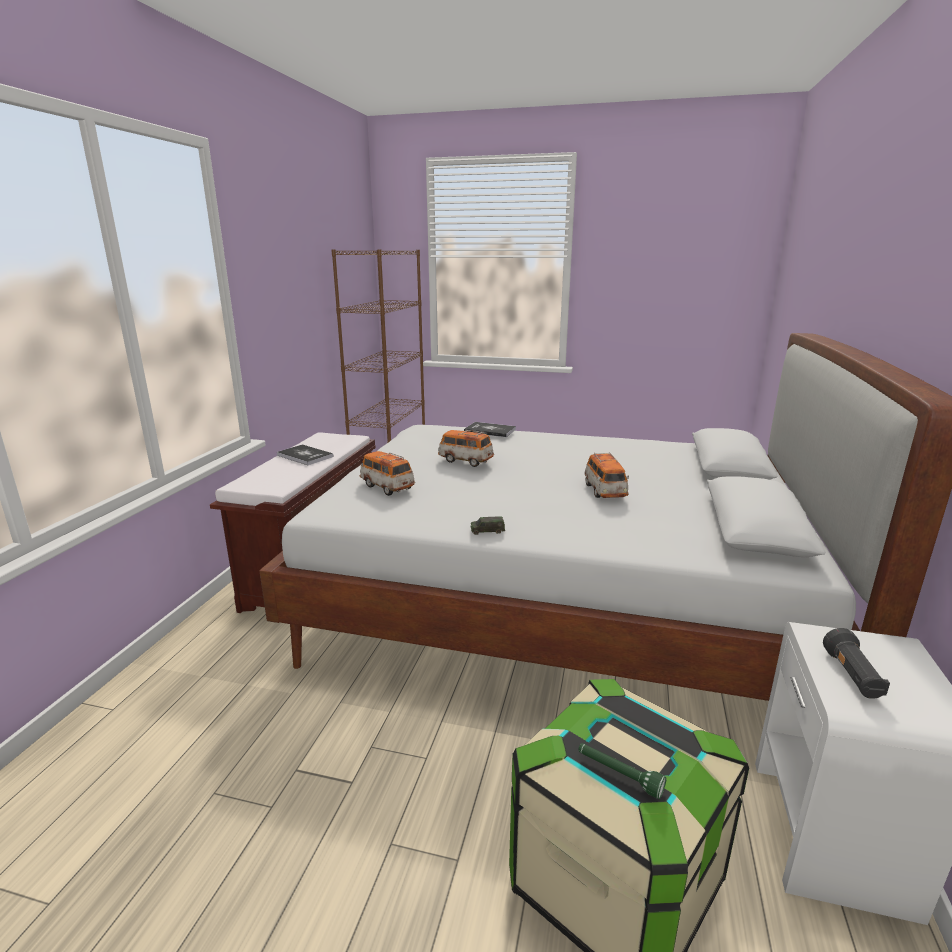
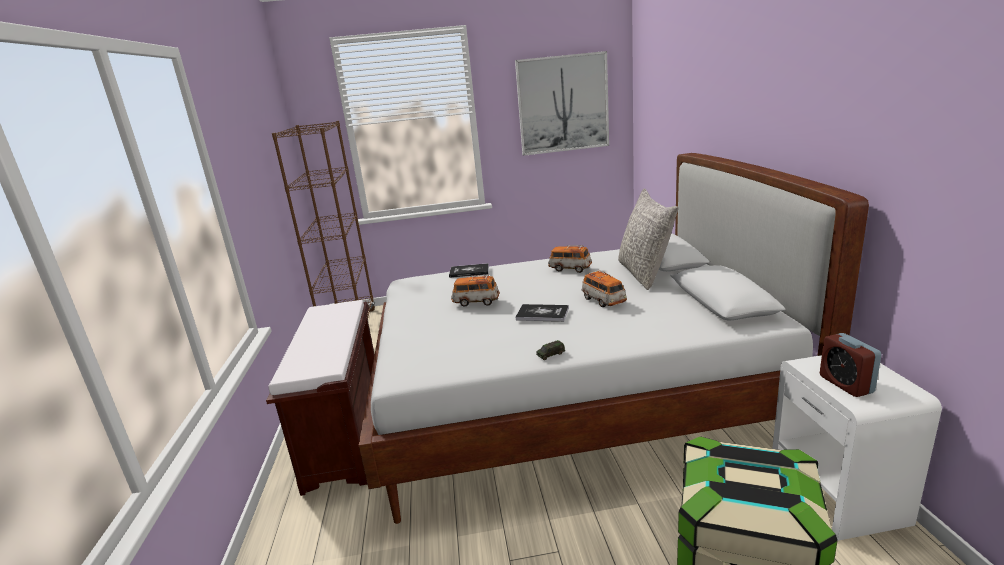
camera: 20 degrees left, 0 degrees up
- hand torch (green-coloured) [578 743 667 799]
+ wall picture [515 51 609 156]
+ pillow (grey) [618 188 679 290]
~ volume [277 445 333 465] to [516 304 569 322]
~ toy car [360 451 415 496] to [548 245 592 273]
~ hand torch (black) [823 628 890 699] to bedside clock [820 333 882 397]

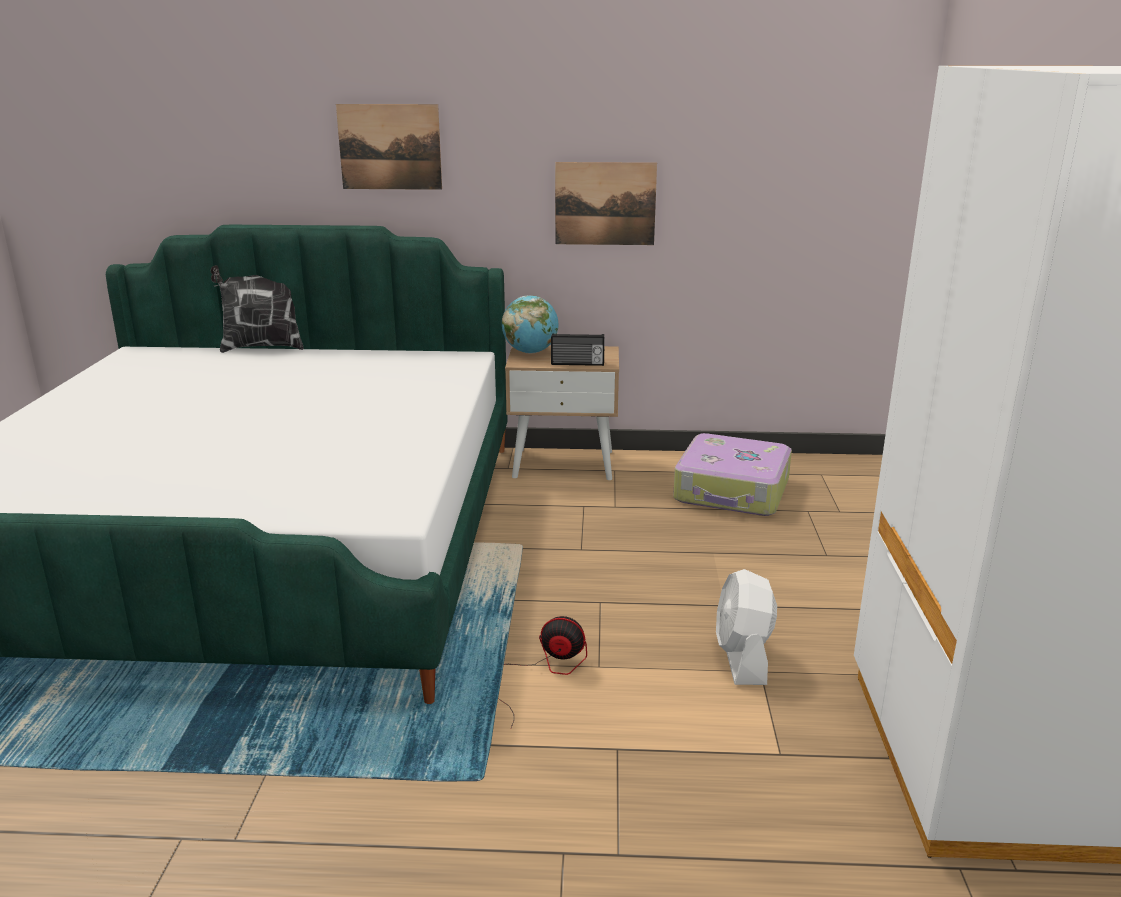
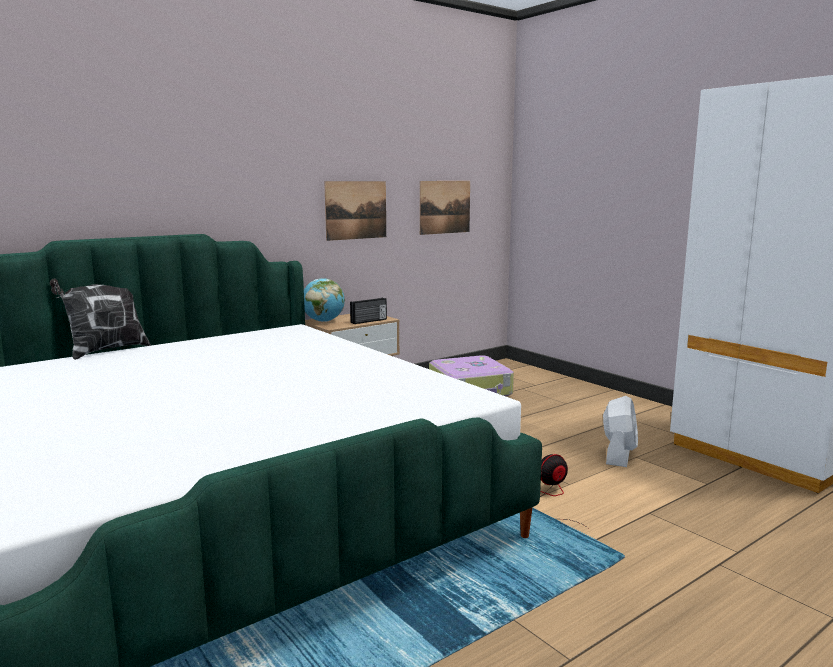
camera: 40 degrees left, 10 degrees down
~ wall picture [336 104 442 190] to [420 181 470 235]
~ electric fan (white-coloured) [716 569 777 685] = [603 396 638 467] 120 degrees counterclockwise

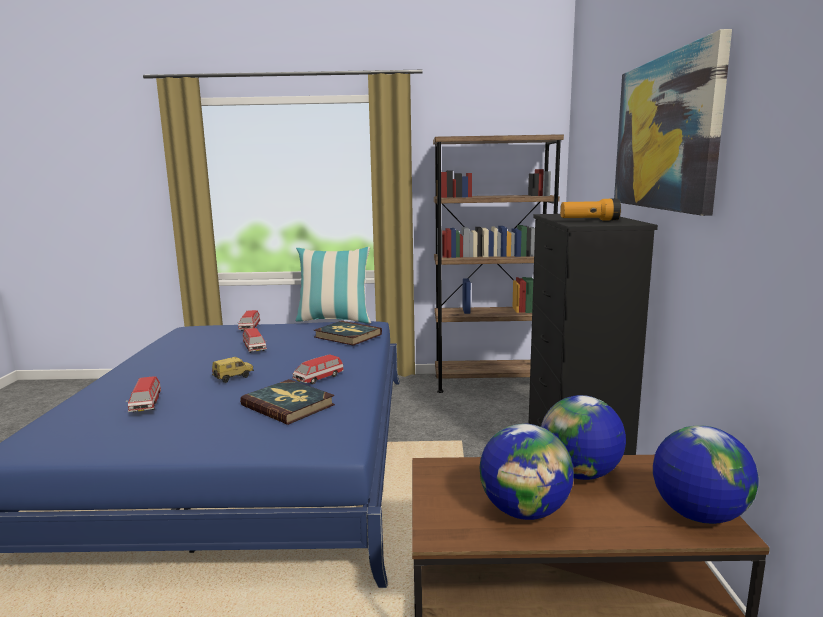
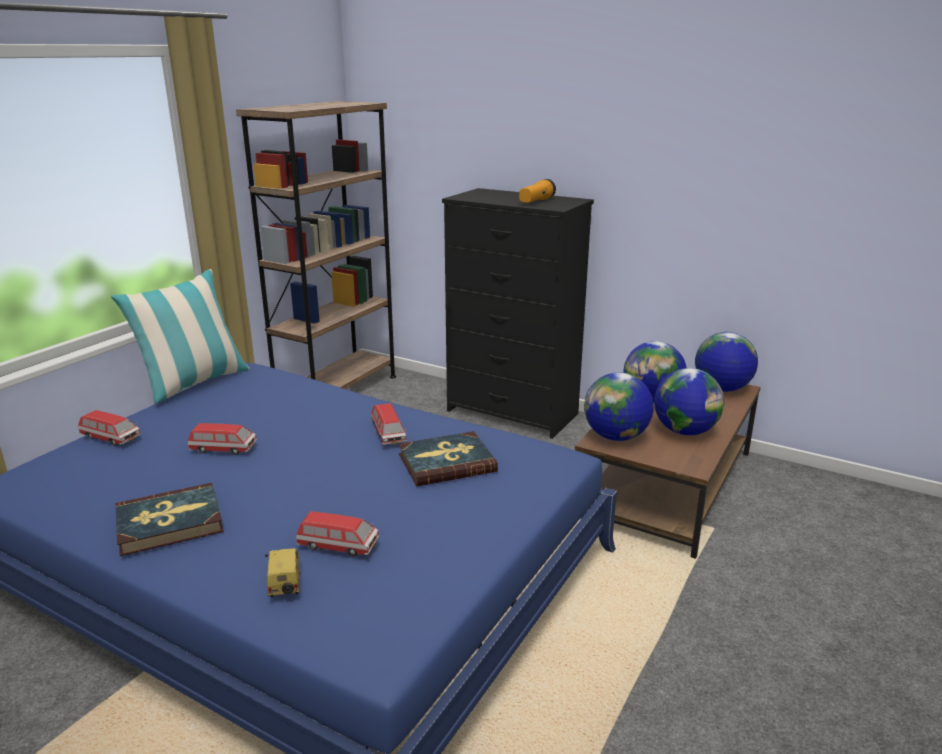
camera: 60 degrees left, 10 degrees up
- wall picture [614 29 732 216]
+ desk globe [584 372 654 441]
~ toy car [212 357 254 383] to [265 548 300 597]
~ volume [314 321 382 346] to [115 483 224 556]

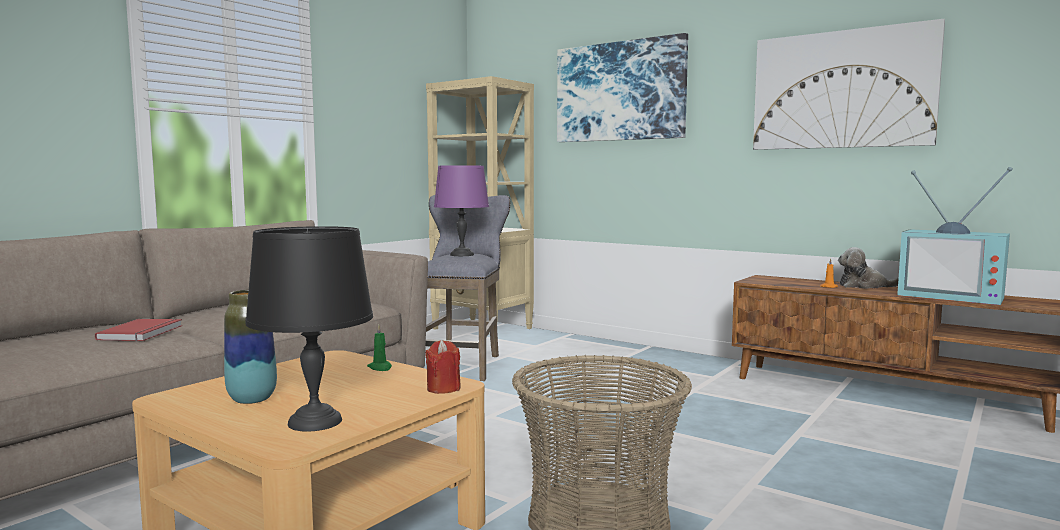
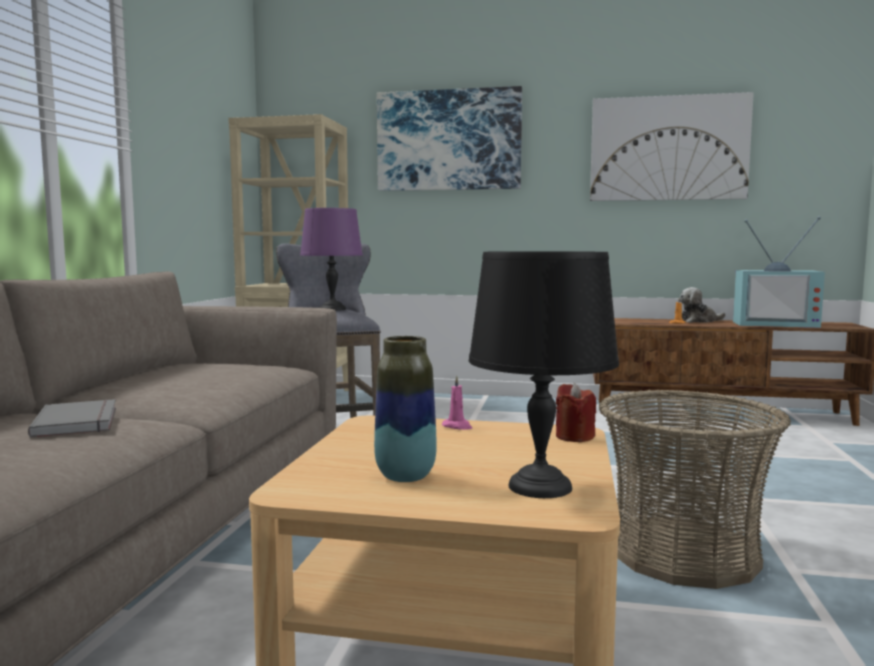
camera: 25 degrees left, 0 degrees up
~ volume (reddish) [95 319 182 341] to volume (grey) [28 399 116 437]
~ candle (green-coloured) [367 325 392 371] to candle (pink-coloured) [442 376 472 430]

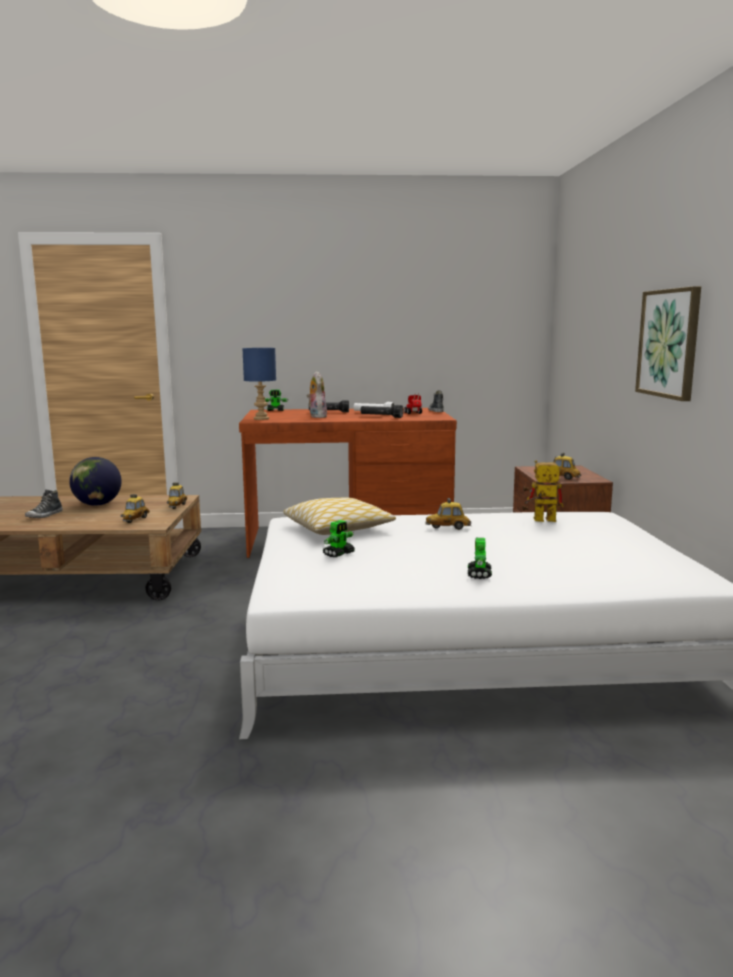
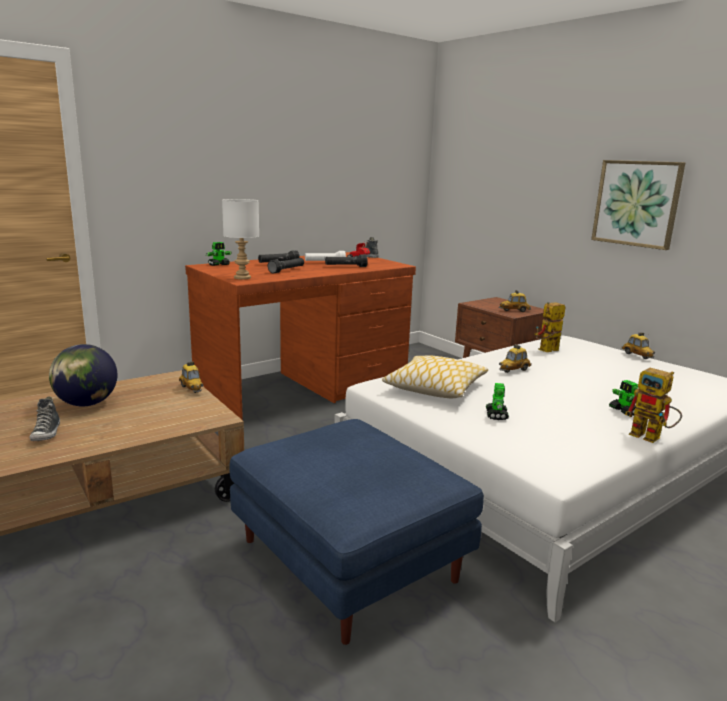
camera: 35 degrees left, 5 degrees up
+ pouffe (bluish) [229 419 484 645]
+ toy robot [625 368 682 443]
~ toy car [121 494 150 523] to [622 332 655 359]
~ cuddly toy [307 372 327 418] to hand torch (black) [268 258 304 274]
~ table lamp (bluish) [242 348 276 420] to table lamp (white-coloured) [222 199 259 280]

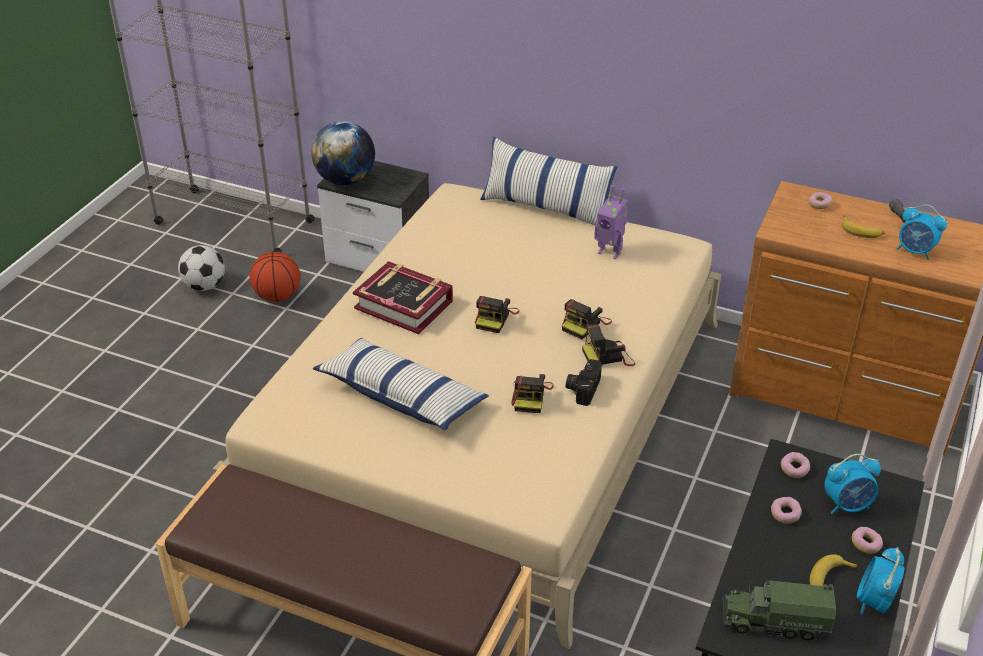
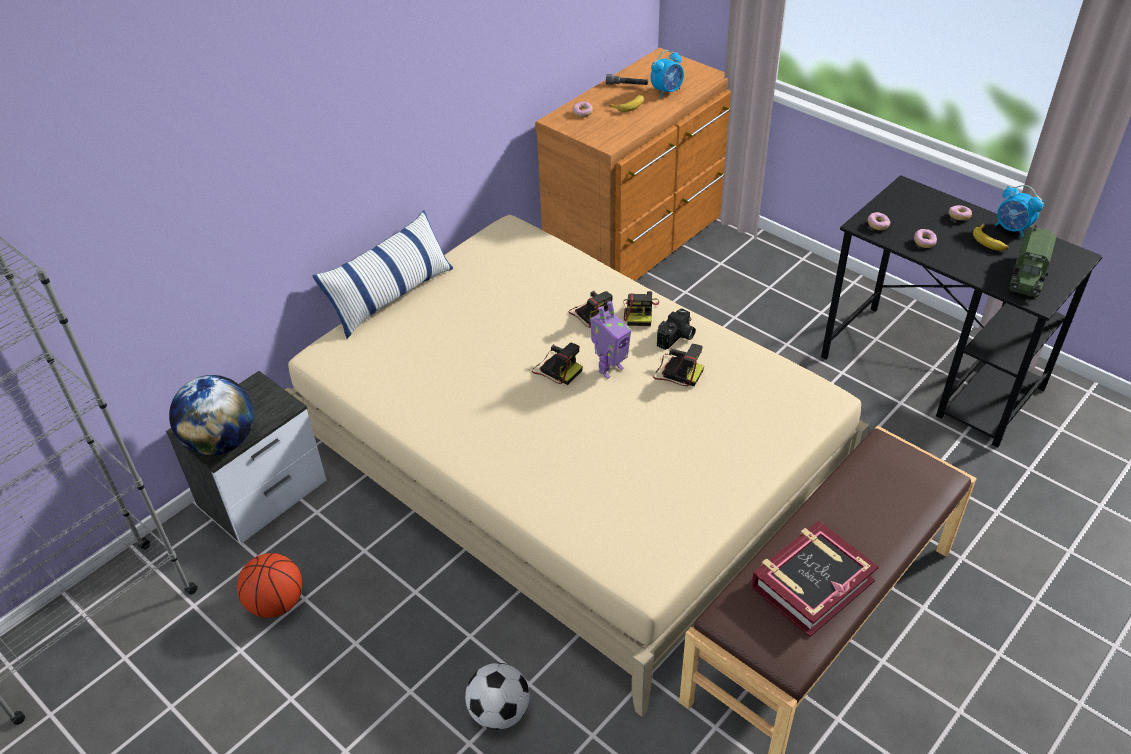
camera: 70 degrees left, 5 degrees up
- pillow [313 338 489 430]
- bedside clock [824 454 881 514]
~ ball for football [178 245 225 291] to [465 663 530 730]
~ volume [353 261 453 334] to [751 521 879 637]
~ toy robot [594 185 628 259] to [591 301 631 379]
~ still camera [566 359 602 406] = [657 308 696 350] 90 degrees counterclockwise

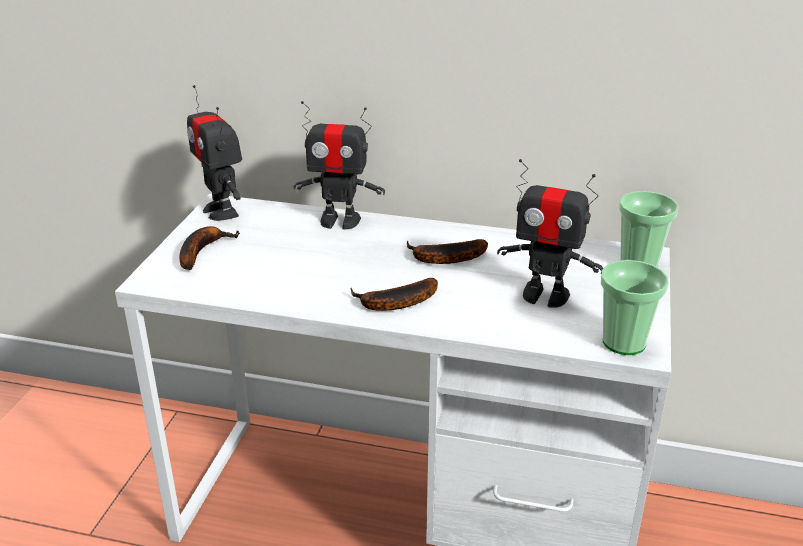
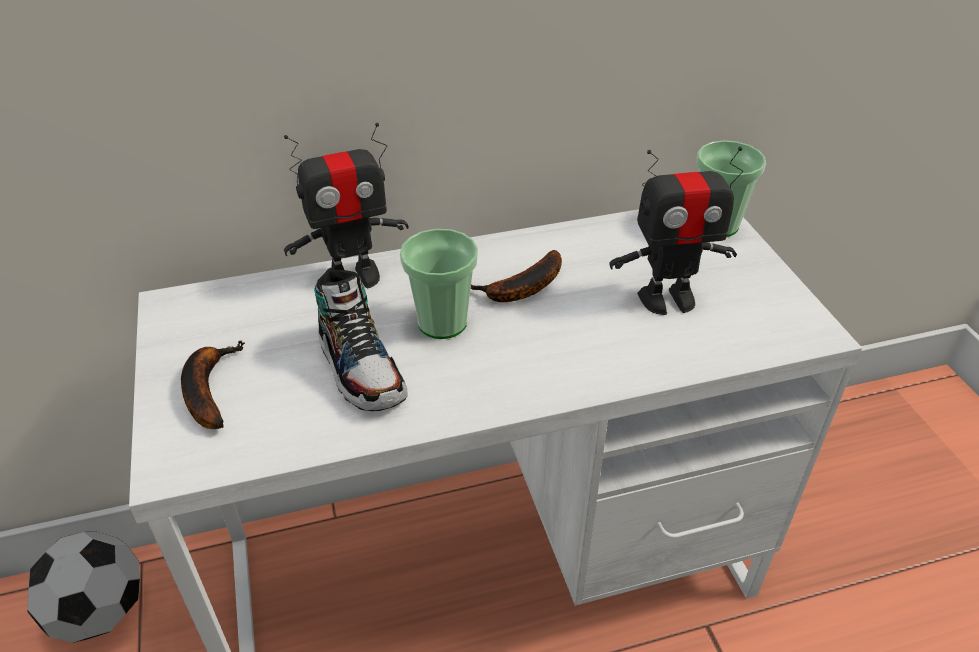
camera: 30 degrees left, 10 degrees up
- toy robot [187 85 242 221]
- banana fruit [351 278 438 311]
+ ball for football [27 531 140 643]
+ low shoe [314 270 408 411]
~ cup [601 260 669 355] to [400 229 478 339]

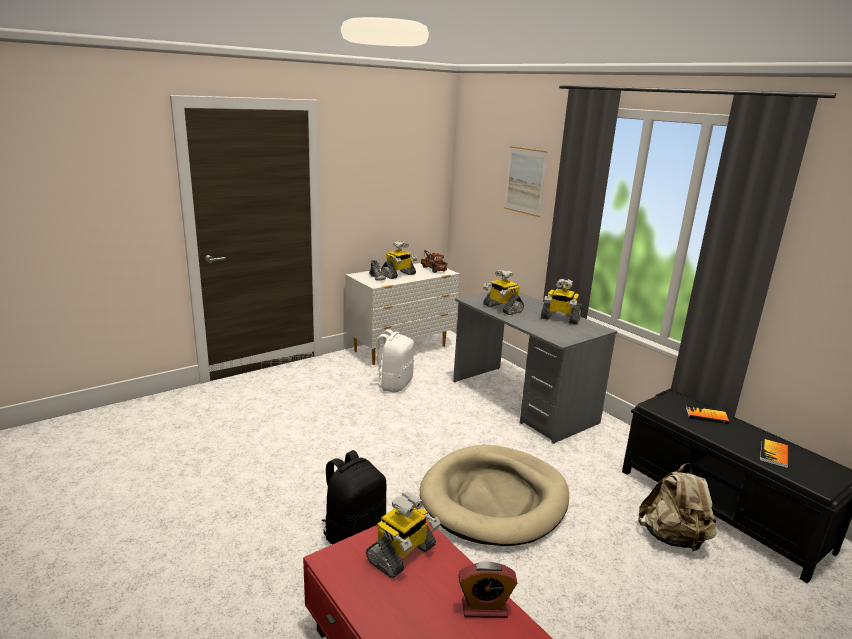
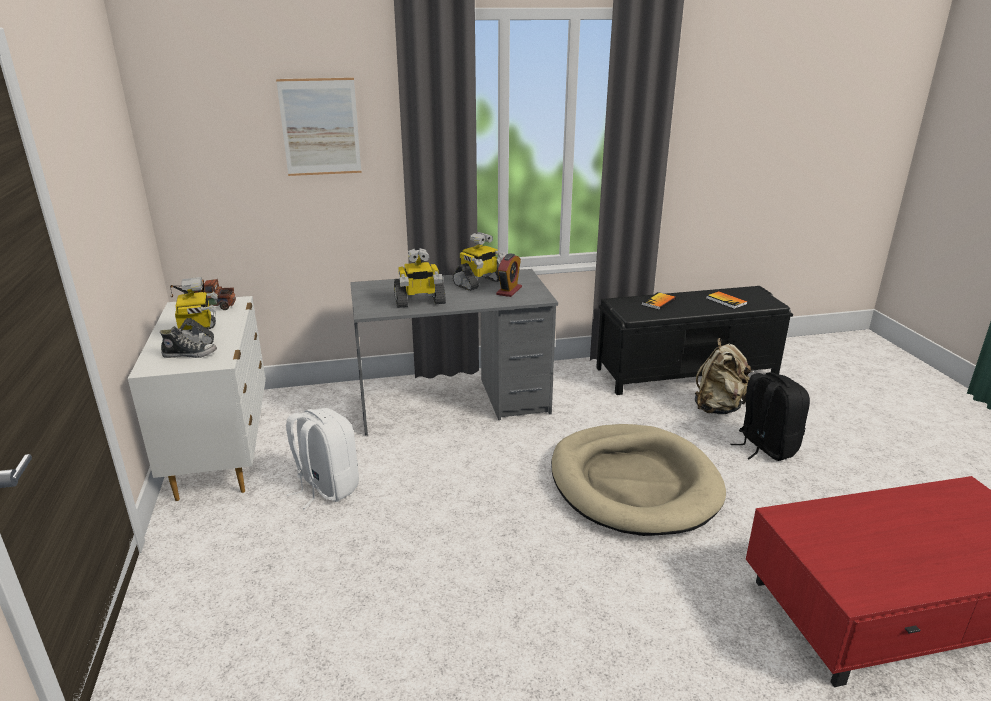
camera: 65 degrees left, 5 degrees up
- toy robot [366 492 441 578]
~ rucksack (black) [322 450 386 544] to [730 372 810 461]
~ bedside clock [458 561 518 618] to [496 253 522 297]

